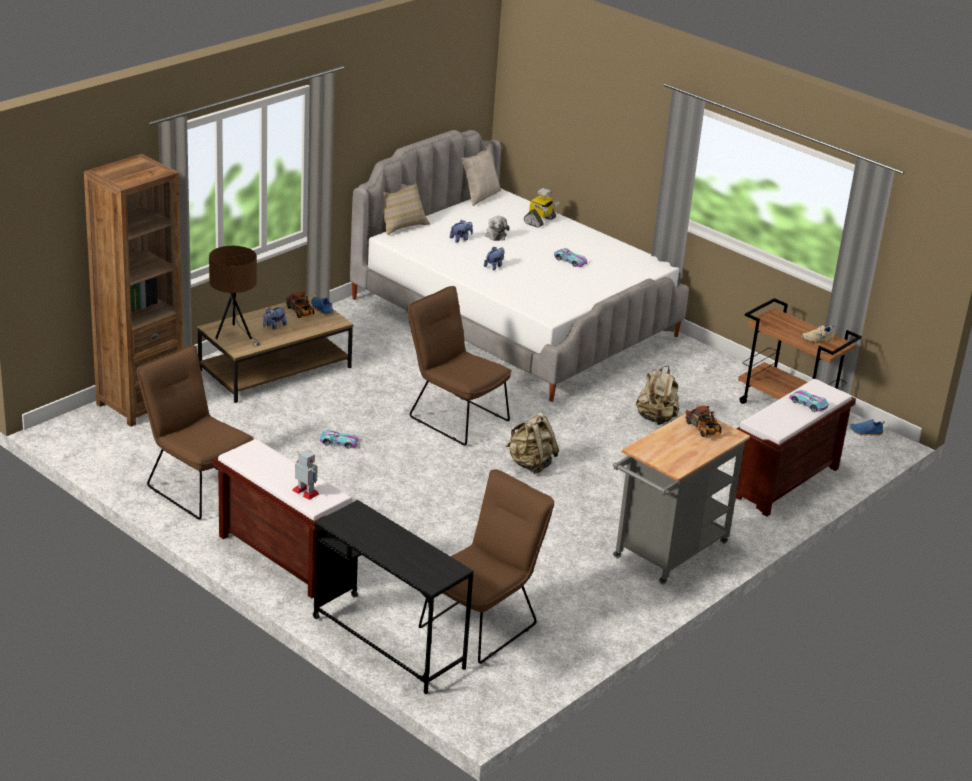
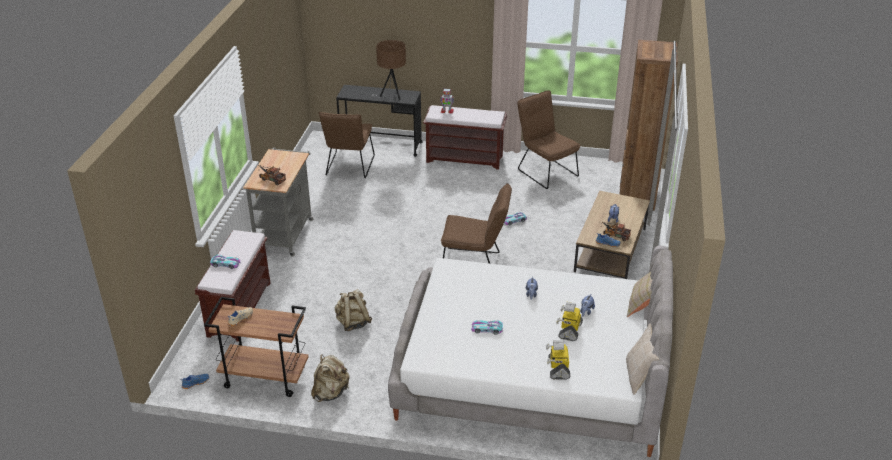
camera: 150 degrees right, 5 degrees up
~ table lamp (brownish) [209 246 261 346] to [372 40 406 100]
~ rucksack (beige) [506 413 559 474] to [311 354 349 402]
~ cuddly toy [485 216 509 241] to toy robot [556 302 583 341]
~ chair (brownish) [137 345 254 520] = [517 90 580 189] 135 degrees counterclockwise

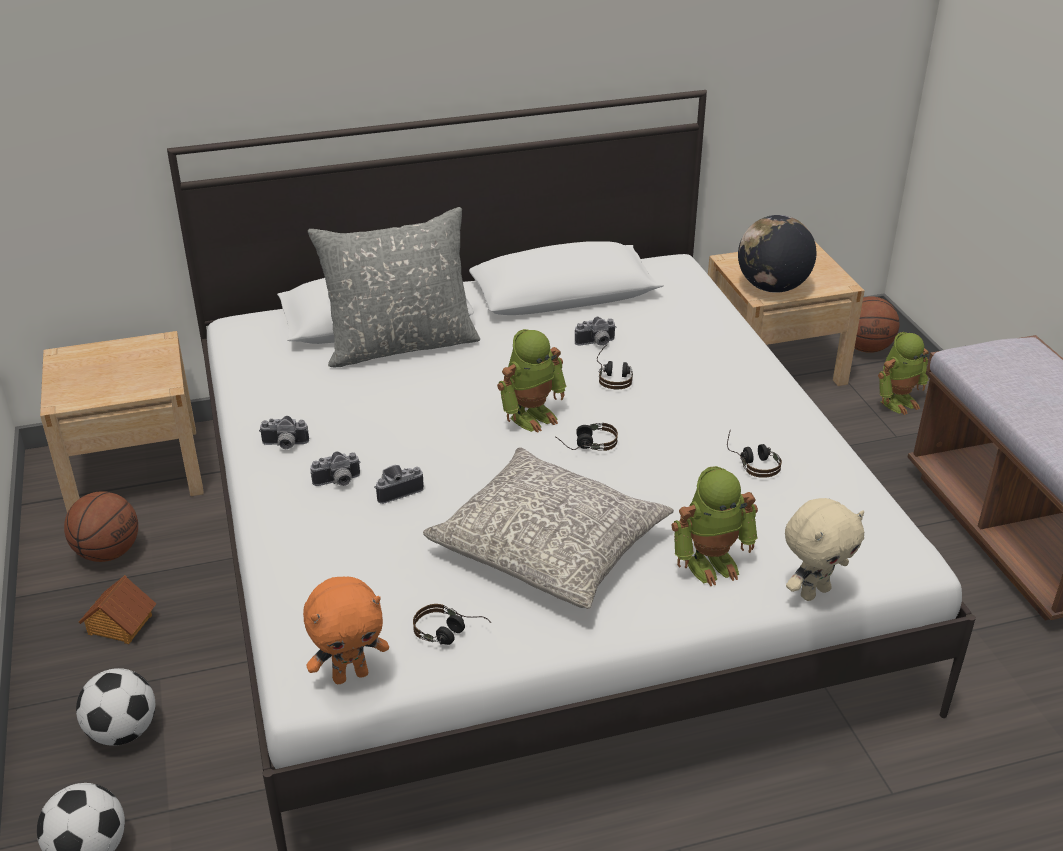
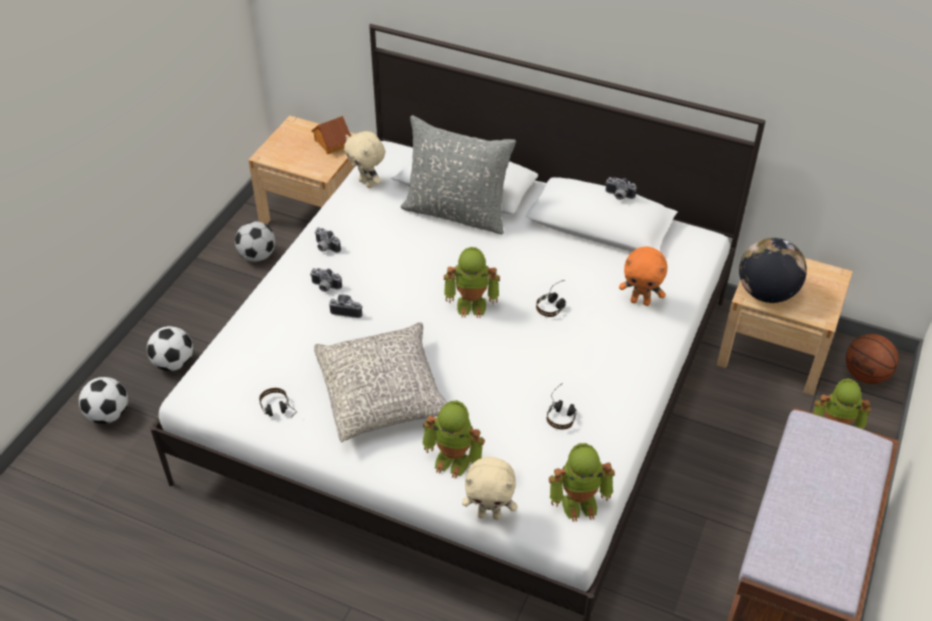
camera: 40 degrees right, 10 degrees up
- headset [555 423 618 451]
+ cuddly toy (beige) [344 131 385 188]
+ toy robot [549 443 615 522]
~ miniature house [79 575 156 644] to [312 116 351 154]
~ cuddly toy (orangey) [303 577 389 684] to [619 247 667 306]
~ still camera [575 317 617 346] to [605 177 637 200]
~ basketball ball [64 491 138 562] to ball for football [235 221 275 262]

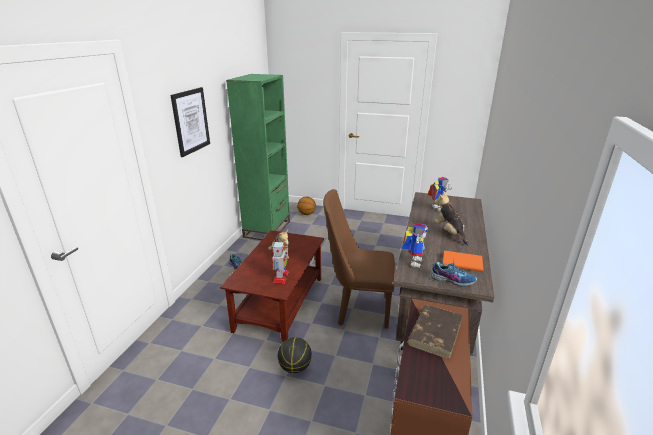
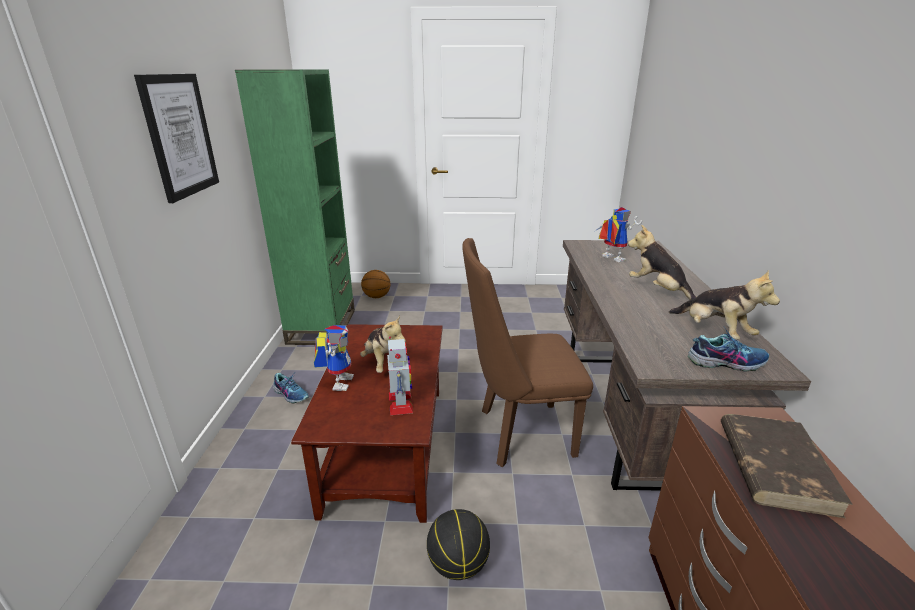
camera: 15 degrees left, 0 degrees up
~ toy robot [402 223 428 268] to [314 325 354 391]
~ volume (orangey) [443 251 483 272] to cuddly toy [669 270 780 340]

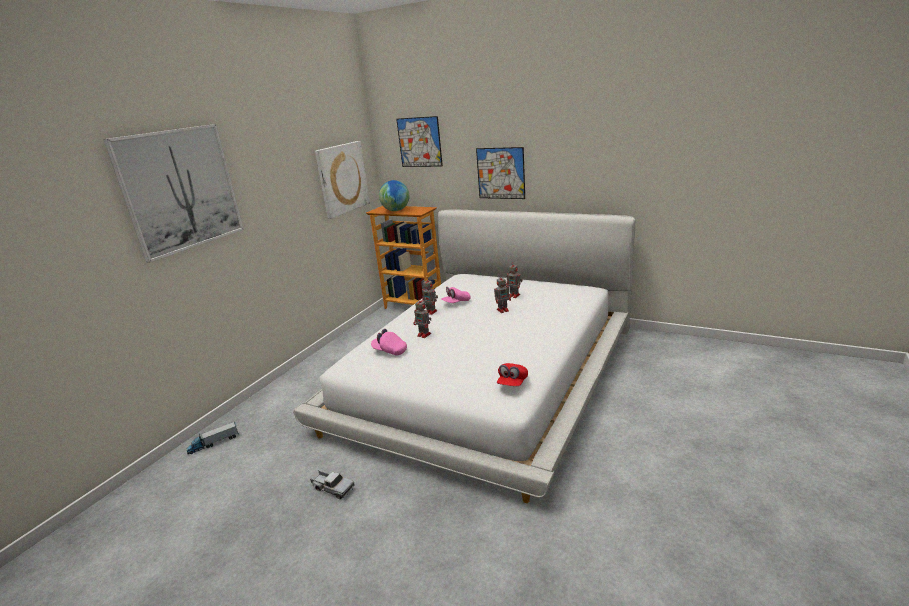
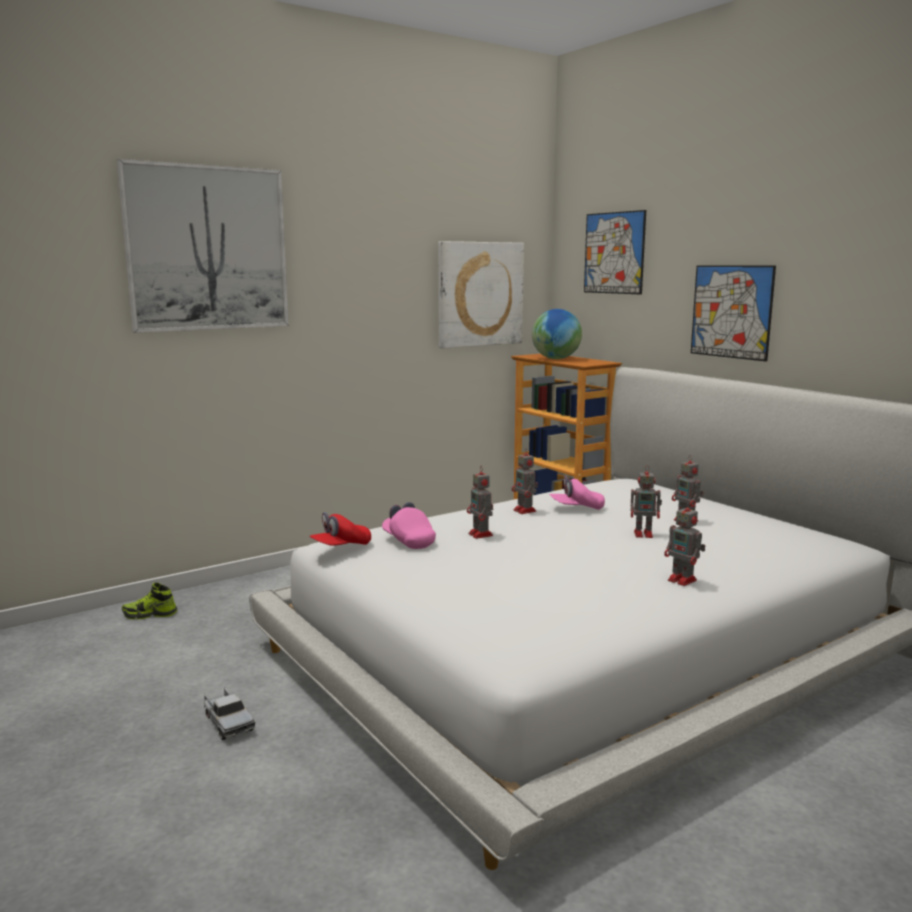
camera: 25 degrees right, 10 degrees down
+ toy robot [664 501 705 586]
~ cap (reddish) [497 363 528 386] to [309 512 371 546]
~ toy lorry [187 422 238 454] to low shoe [122 583 177 619]

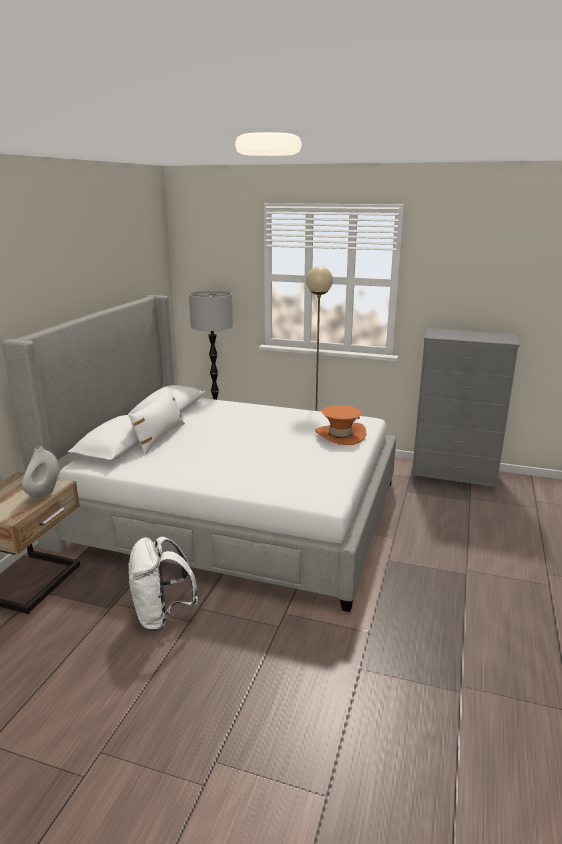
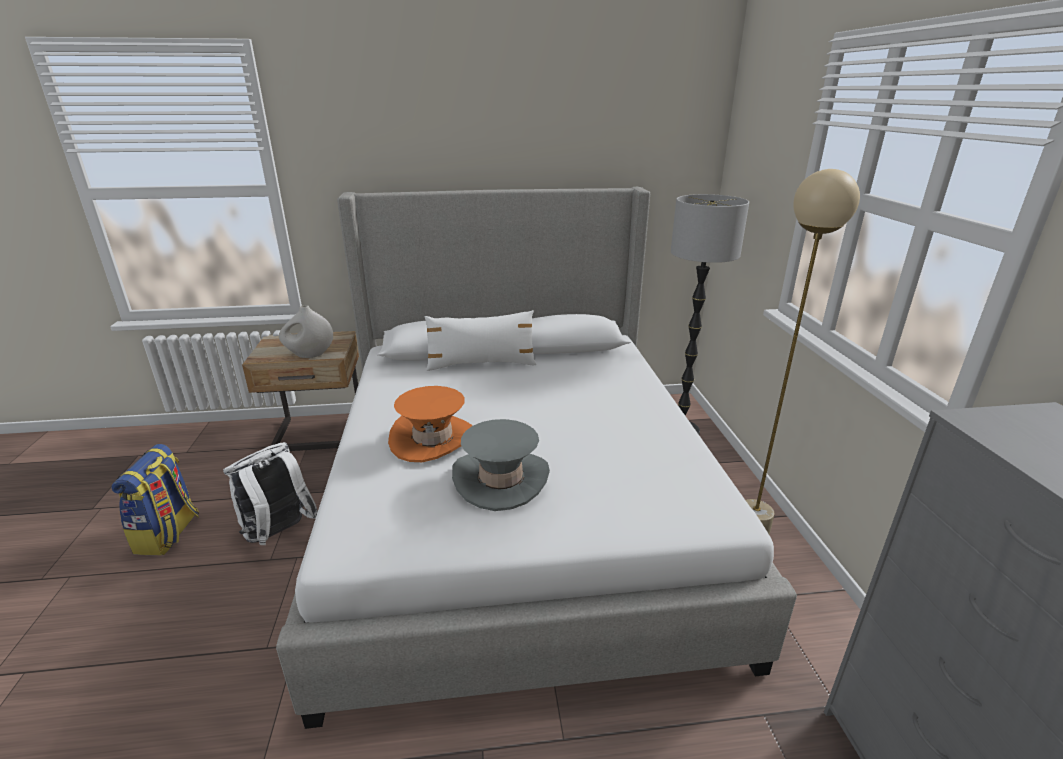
camera: 65 degrees right, 5 degrees up
+ rucksack [111 444 199 555]
+ clothing hat (grey) [452 419 550 511]
~ clothing hat (orangey) [315 405 366 445] to [388 386 472 462]

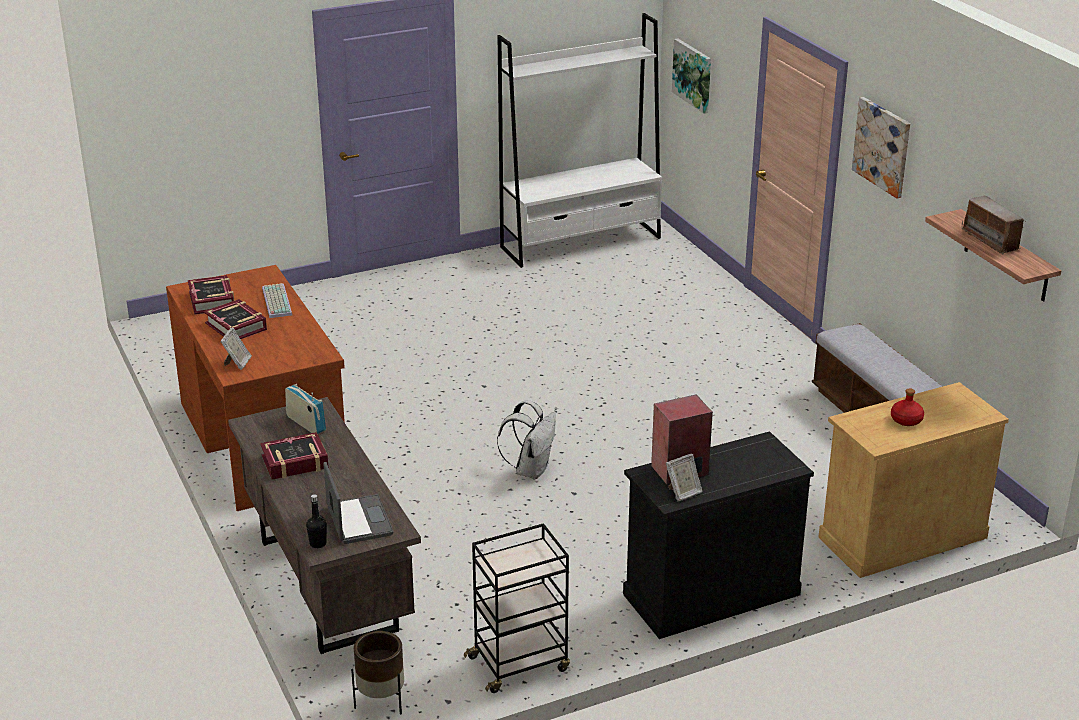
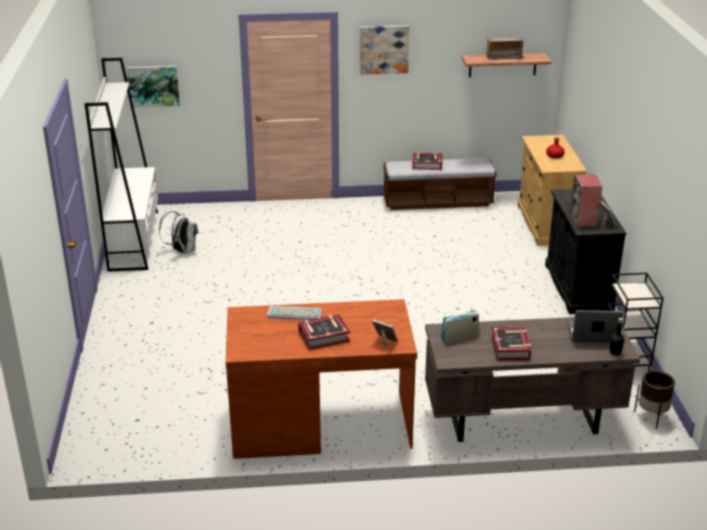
camera: 70 degrees left, 0 degrees up
~ volume [188 275 234 315] to [413 152 442 170]
~ rucksack (white-coloured) [497 400 556 479] to [159 211 199 254]

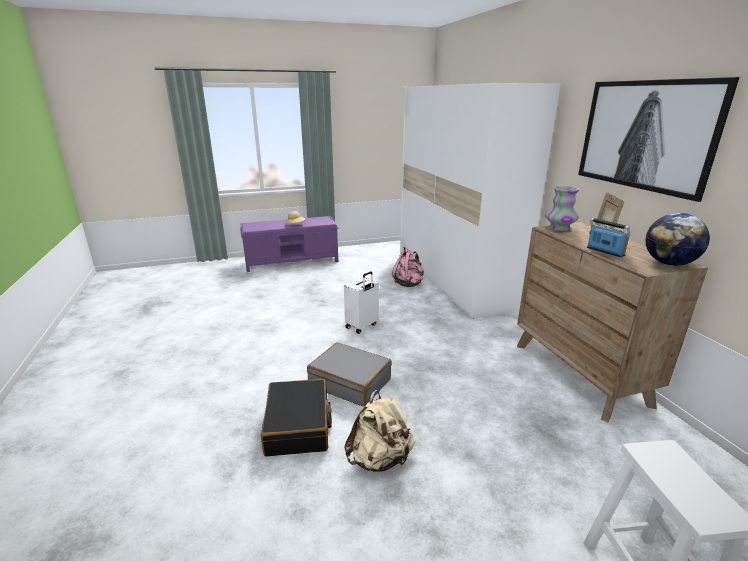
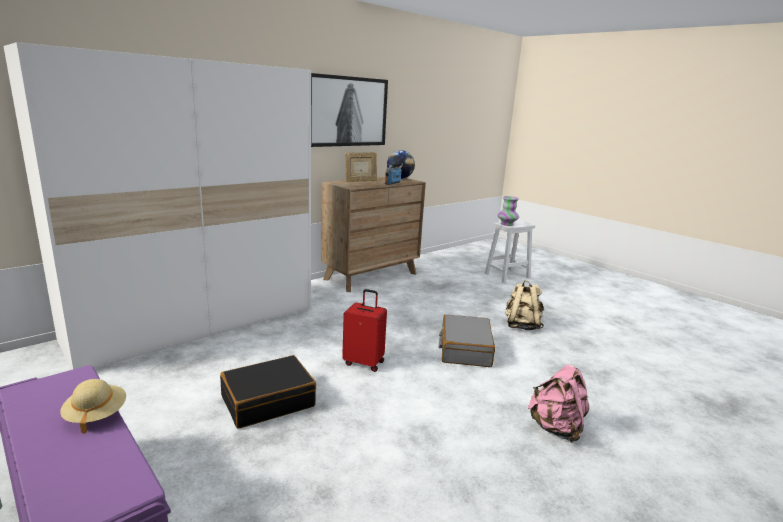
camera: 115 degrees left, 5 degrees down
~ travel case (black) [261 379 332 457] to [220 355 316 429]
~ rucksack (pink-coloured) [392 247 424 287] to [528 364 589 443]
~ decorative vase [545 186 579 231] to [498 196 519 226]
~ travel case (white-coloured) [344 271 379 334] to travel case (reddish) [342 289 387 372]

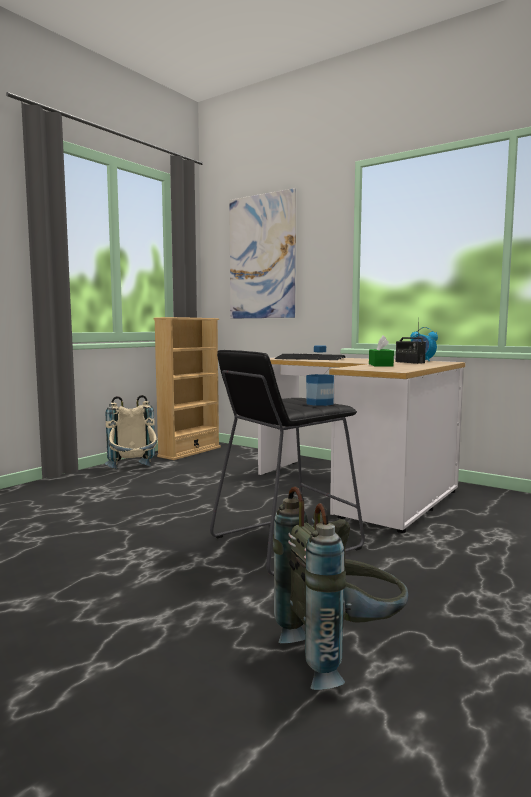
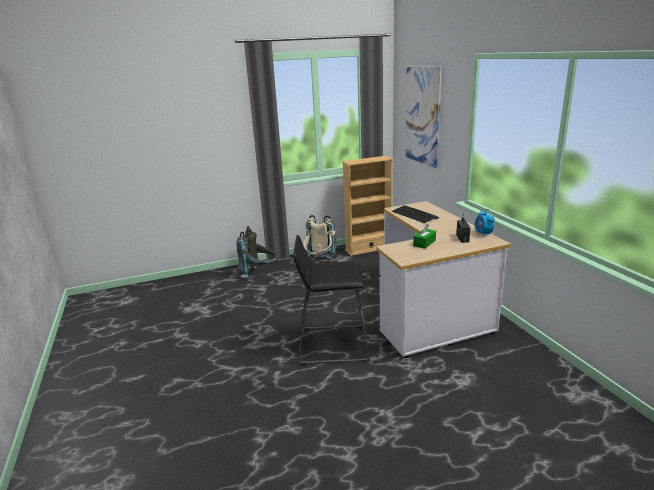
camera: 35 degrees right, 15 degrees up
- bottle [306 345 334 406]
~ rucksack (grey) [273 486 408 690] to [236 226 278 278]

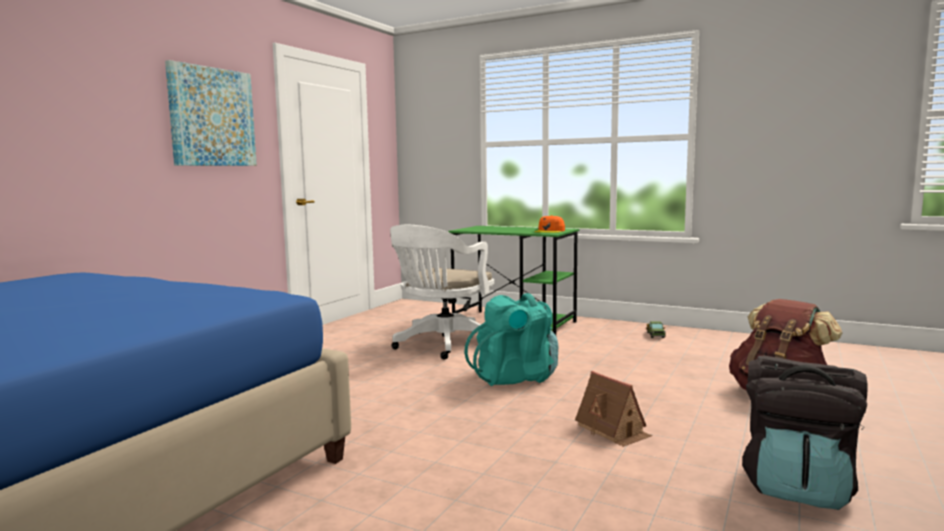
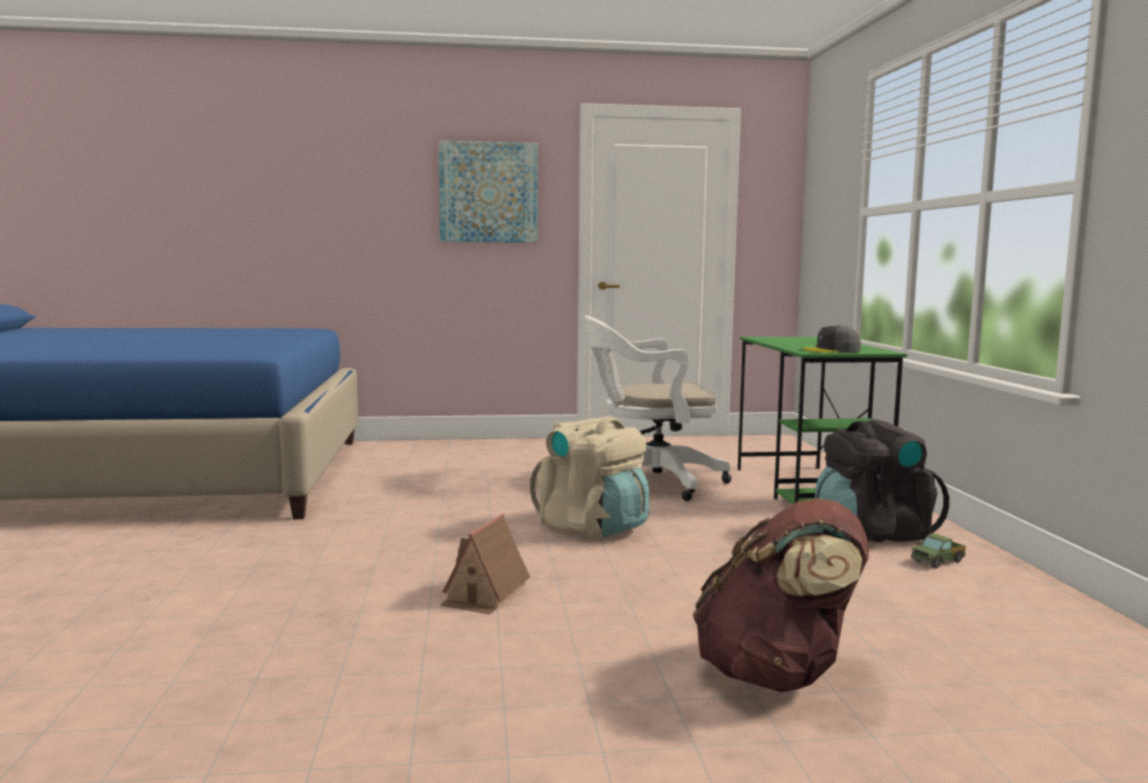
camera: 55 degrees right, 0 degrees up
~ rucksack (black) [742 355 867 510] to [815 419 949 542]
~ rucksack (turquoise-coloured) [464 293 558 386] to rucksack (beige) [530 416 649 540]
~ cap (orangey) [534 215 565 233] to cap (grey) [802 325 861 353]

